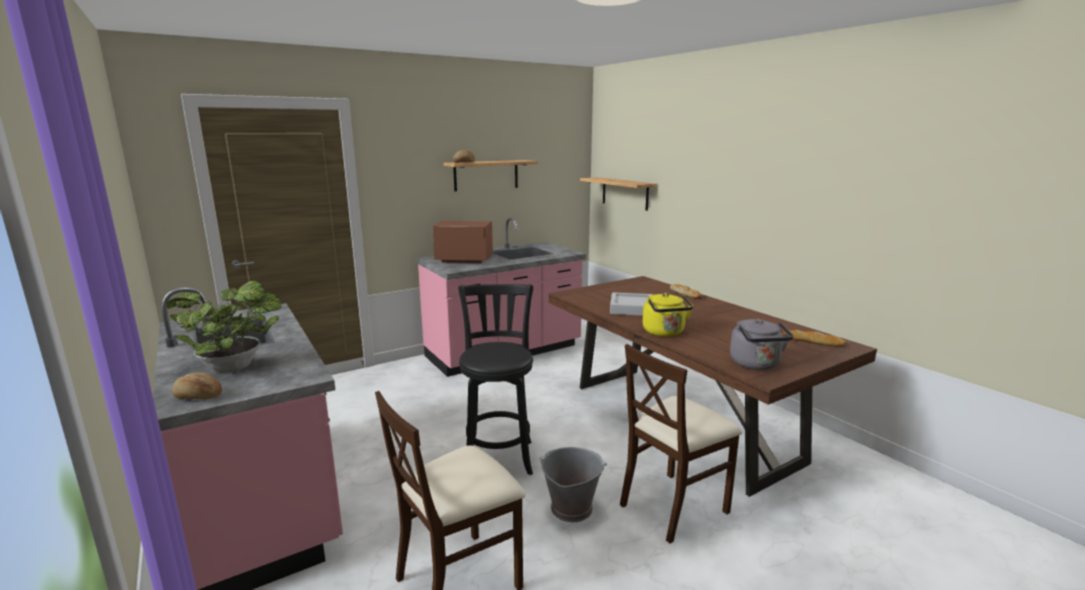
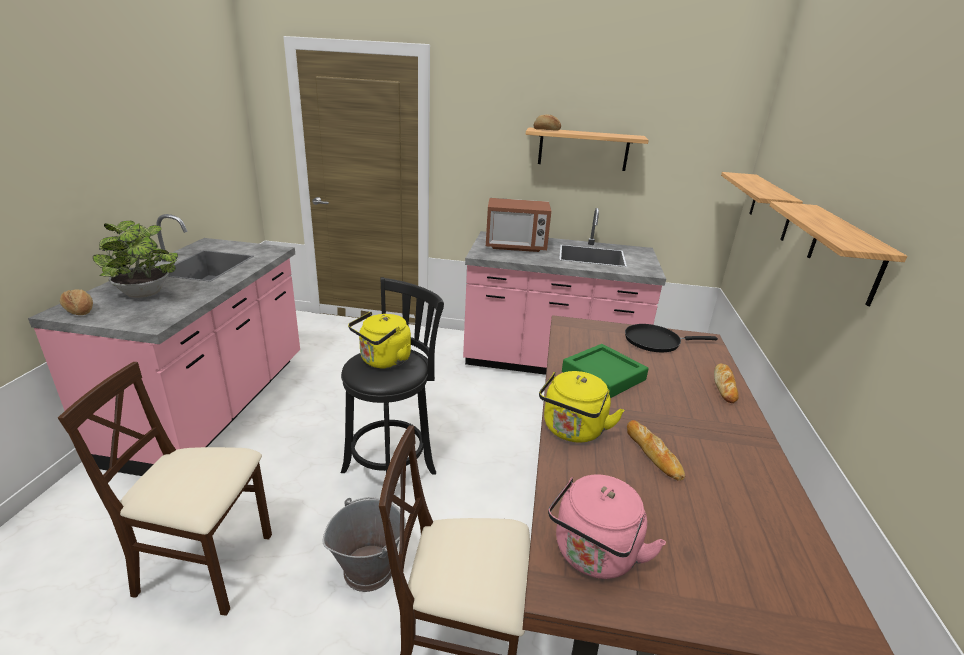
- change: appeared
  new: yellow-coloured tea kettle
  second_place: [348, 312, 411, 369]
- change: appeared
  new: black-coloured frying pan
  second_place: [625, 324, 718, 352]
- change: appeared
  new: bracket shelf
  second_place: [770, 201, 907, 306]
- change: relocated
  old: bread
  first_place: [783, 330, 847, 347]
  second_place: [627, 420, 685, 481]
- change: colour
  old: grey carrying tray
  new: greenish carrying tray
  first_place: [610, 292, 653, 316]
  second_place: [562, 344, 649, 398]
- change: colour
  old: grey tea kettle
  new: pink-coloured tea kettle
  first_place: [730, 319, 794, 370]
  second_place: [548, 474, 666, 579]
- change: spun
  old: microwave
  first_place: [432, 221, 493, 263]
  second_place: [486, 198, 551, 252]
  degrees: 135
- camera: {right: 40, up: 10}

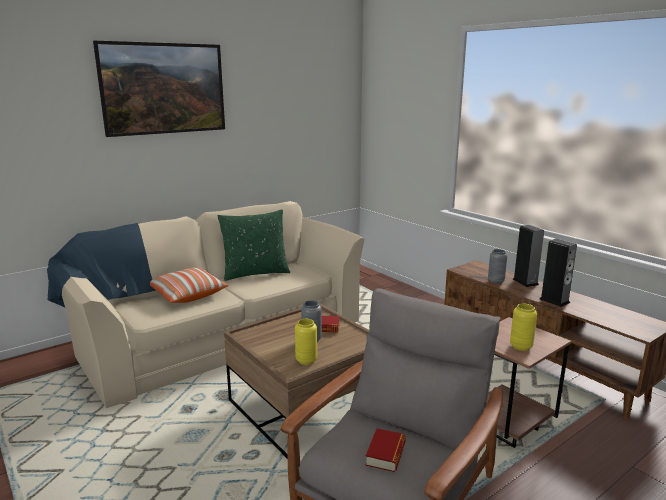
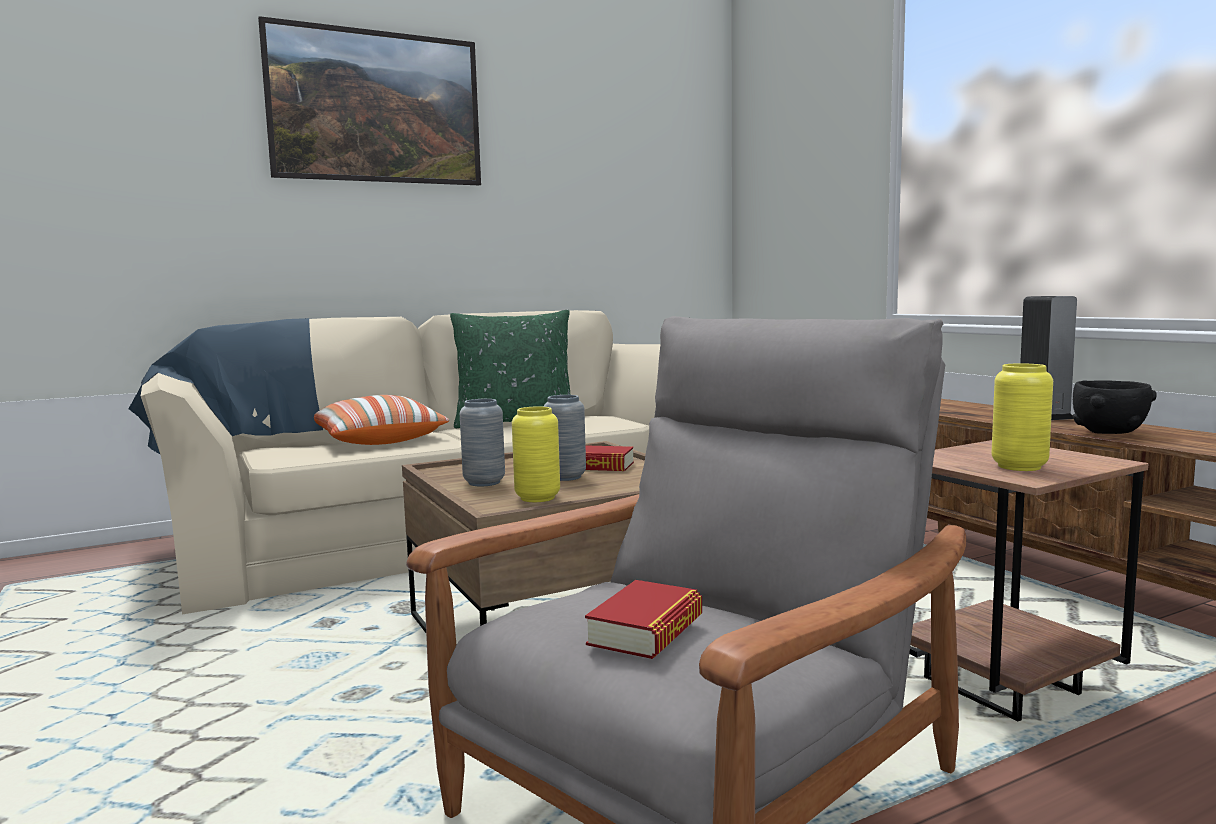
- change: relocated
  old: grey flower vase
  first_place: [488, 249, 507, 284]
  second_place: [460, 399, 505, 486]
- change: exchanged
  old: loudspeaker
  new: black-coloured bowl
  first_place: [540, 239, 577, 307]
  second_place: [1072, 380, 1157, 434]
- camera: {right: 10, up: -10}

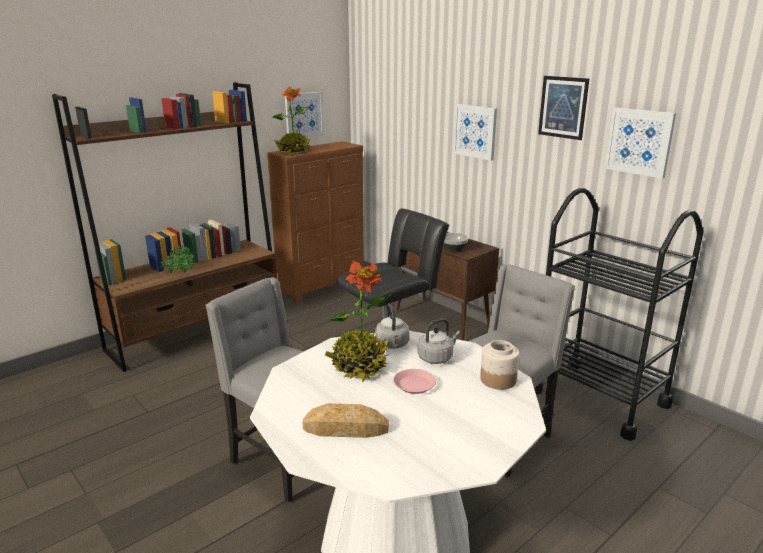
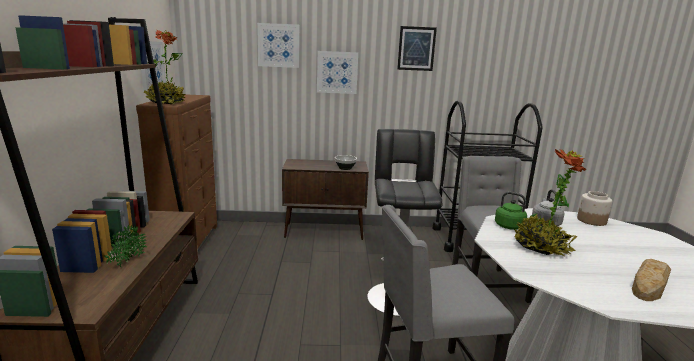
- change: missing
  old: pink-coloured dinner plate
  first_place: [393, 369, 436, 394]
- change: relocated
  old: wall picture
  first_place: [604, 107, 676, 179]
  second_place: [257, 23, 299, 68]
- change: colour
  old: grey tea kettle
  new: greenish tea kettle
  first_place: [376, 304, 410, 349]
  second_place: [495, 192, 537, 230]
- camera: {right: -50, up: -5}

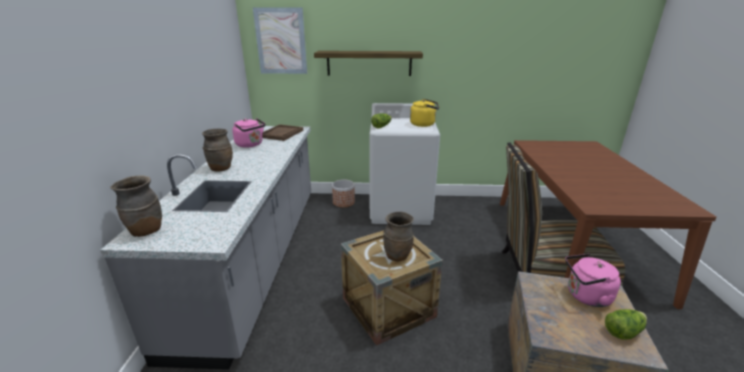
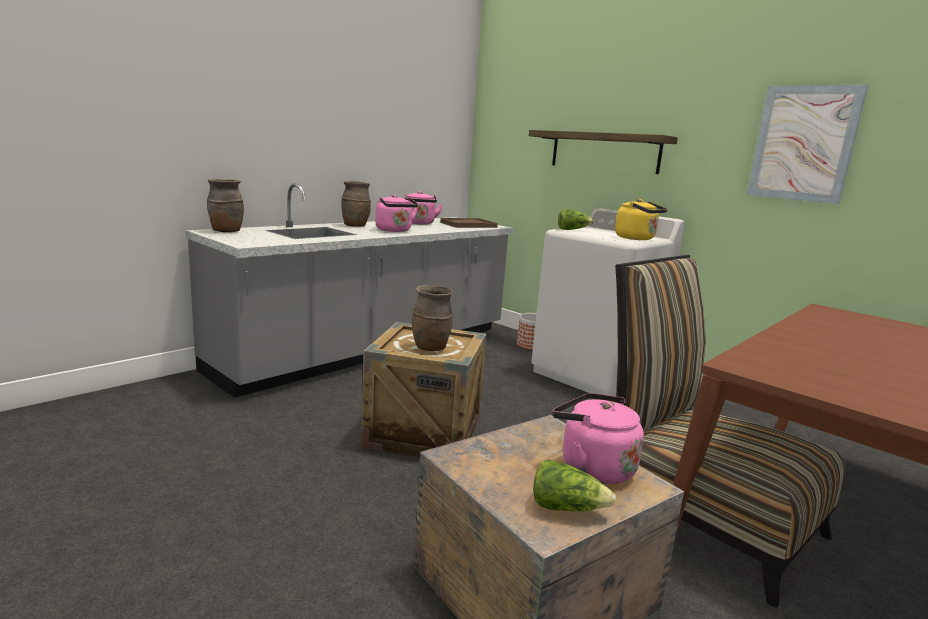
- change: appeared
  new: pink-coloured tea kettle
  second_place: [375, 194, 418, 232]
- change: relocated
  old: wall picture
  first_place: [253, 7, 307, 74]
  second_place: [747, 84, 868, 204]
- camera: {right: 40, up: -10}

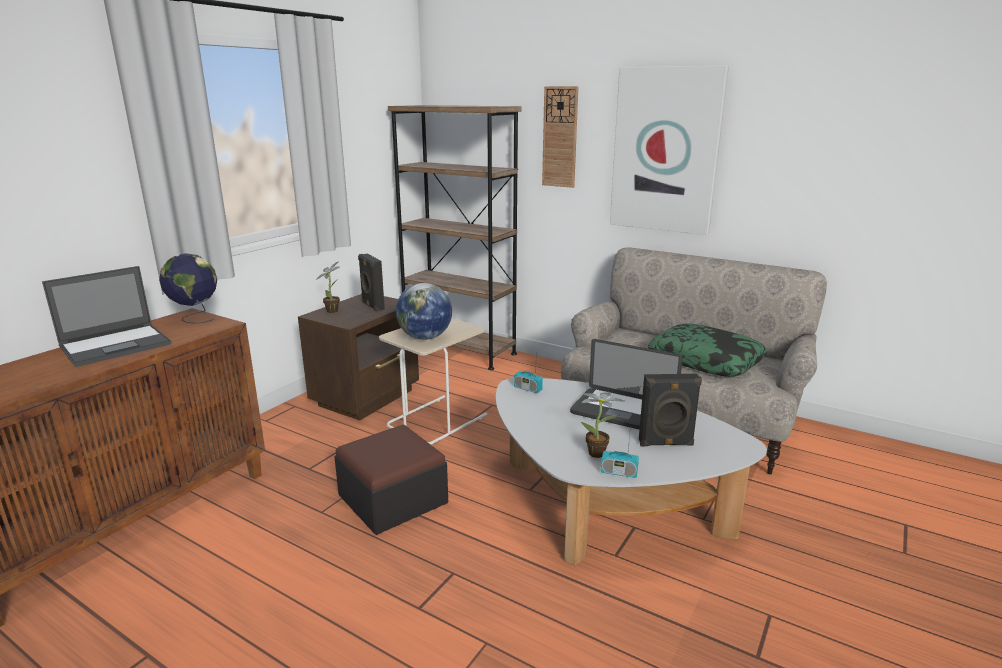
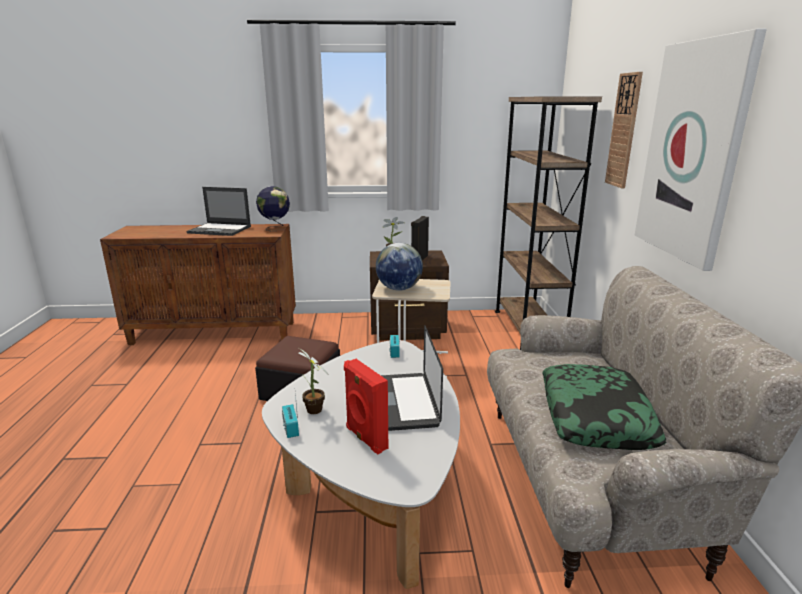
- change: colour
  old: black-coloured loudspeaker
  new: red loudspeaker
  first_place: [639, 374, 702, 446]
  second_place: [344, 359, 388, 454]
- camera: {right: 55, up: 0}

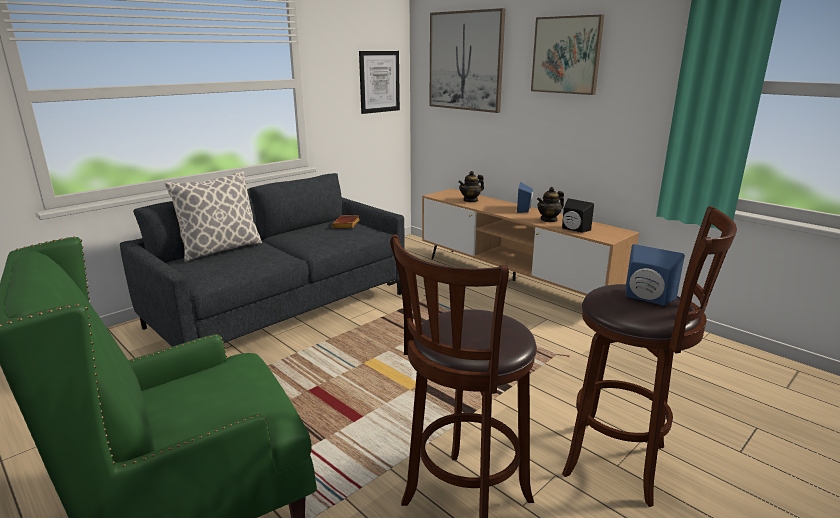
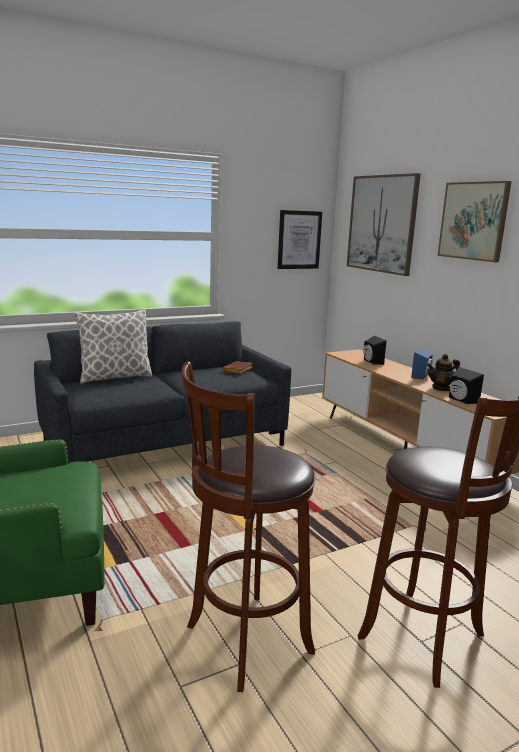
- change: missing
  old: blue-coloured loudspeaker
  first_place: [626, 244, 685, 306]
- change: exchanged
  old: pot for tea
  new: black-coloured loudspeaker
  first_place: [458, 171, 484, 203]
  second_place: [363, 336, 386, 365]
- camera: {right: 15, up: -5}

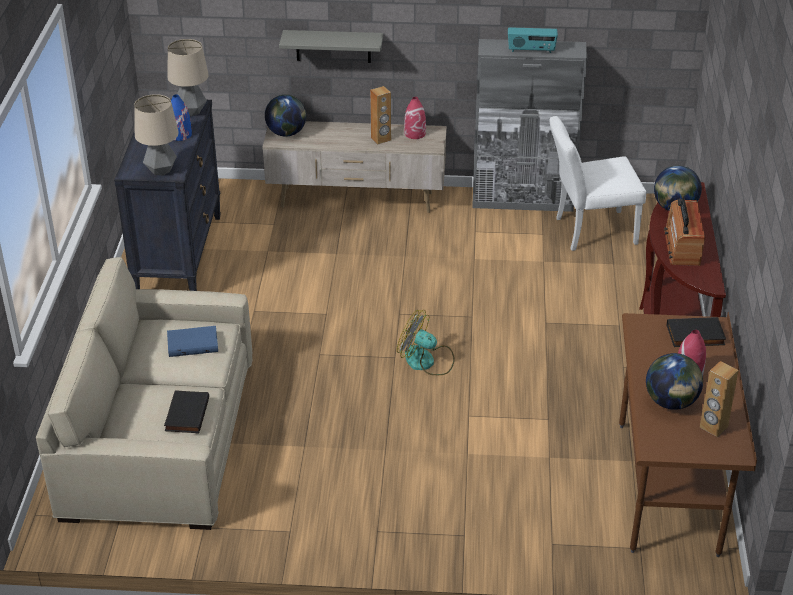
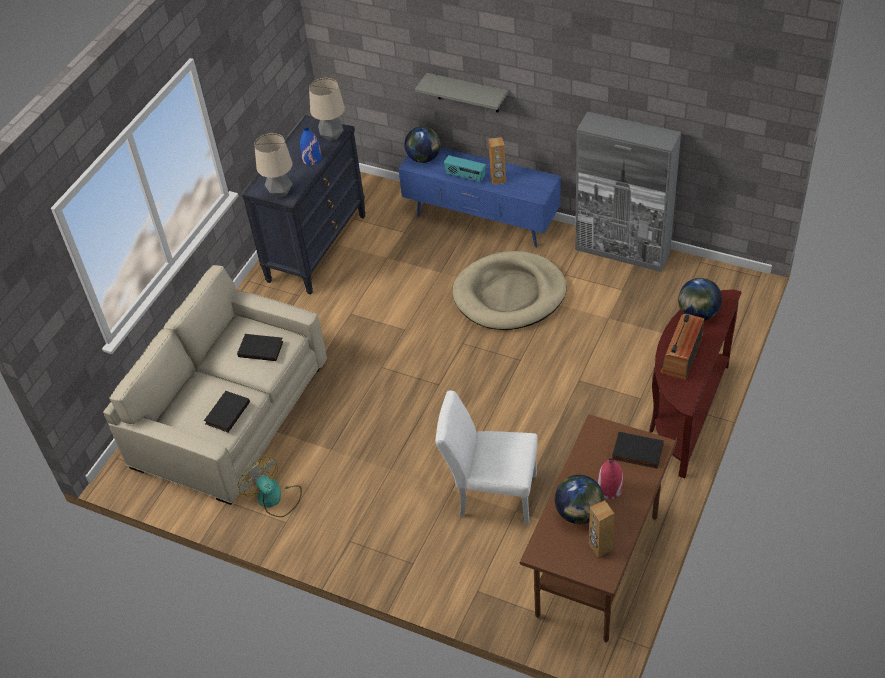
- change: missing
  old: red flower vase
  first_place: [404, 97, 426, 139]
- change: appeared
  new: beige-coloured pet bed
  second_place: [453, 251, 567, 330]
- change: relocated
  old: fan
  first_place: [397, 310, 455, 375]
  second_place: [238, 457, 302, 517]
- change: relocated
  old: radio receiver
  first_place: [508, 27, 558, 53]
  second_place: [444, 155, 486, 183]
- change: relocated
  old: whitish upright chair
  first_place: [550, 116, 646, 251]
  second_place: [435, 391, 538, 525]
- change: colour
  old: blue-coloured volume
  new: black-coloured volume
  first_place: [167, 326, 218, 357]
  second_place: [237, 334, 283, 361]
- change: colour
  old: beige-coloured tv unit
  new: blue-coloured tv unit
  first_place: [262, 121, 447, 213]
  second_place: [398, 147, 561, 247]
- camera: {right: 25, up: 10}

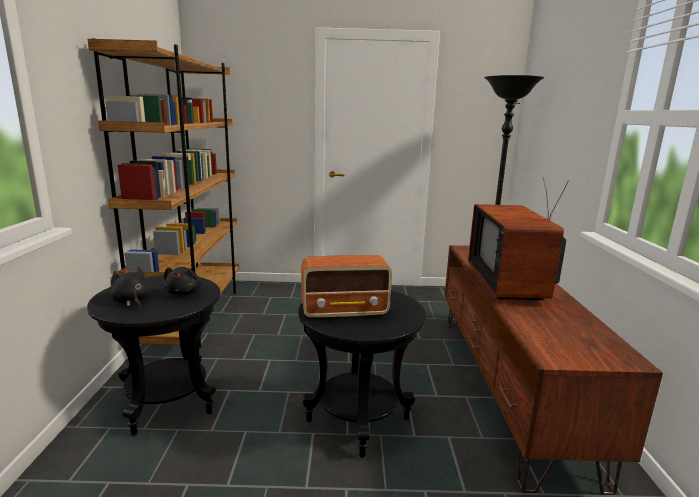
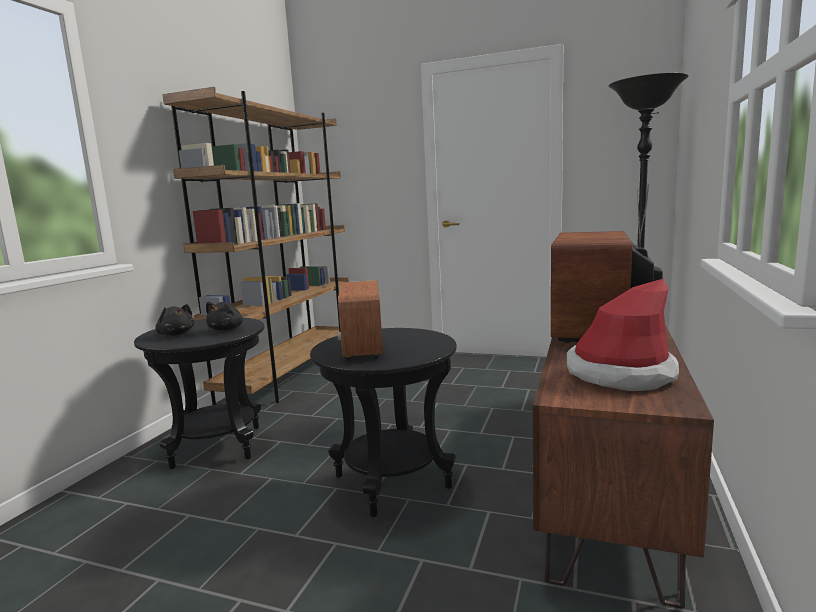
- change: appeared
  new: clothing hat
  second_place: [567, 278, 679, 391]
- change: spun
  old: black-coloured soft toy
  first_place: [111, 267, 151, 309]
  second_place: [155, 304, 194, 336]
  degrees: 150
- change: spun
  old: radio receiver
  first_place: [301, 255, 392, 319]
  second_place: [338, 280, 383, 360]
  degrees: 75
- camera: {right: 20, up: -5}

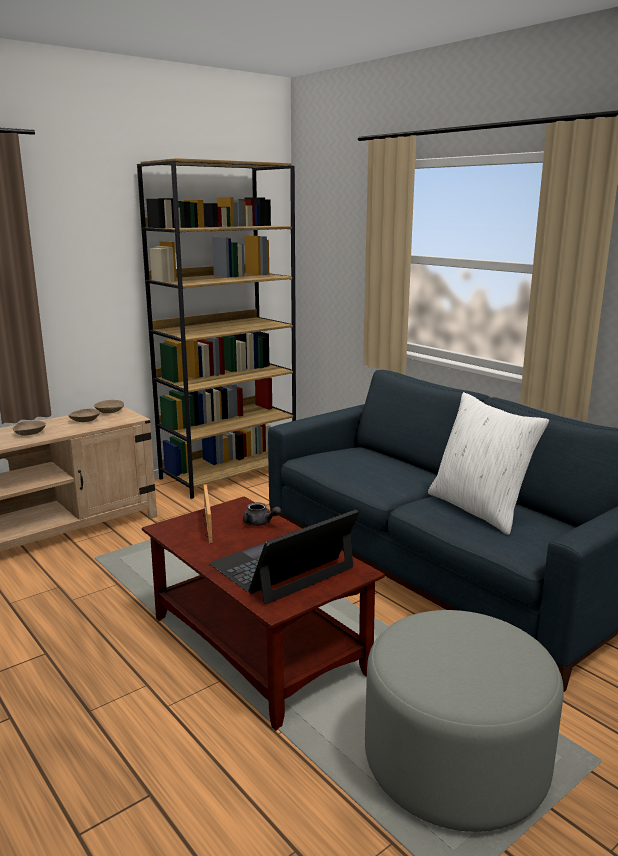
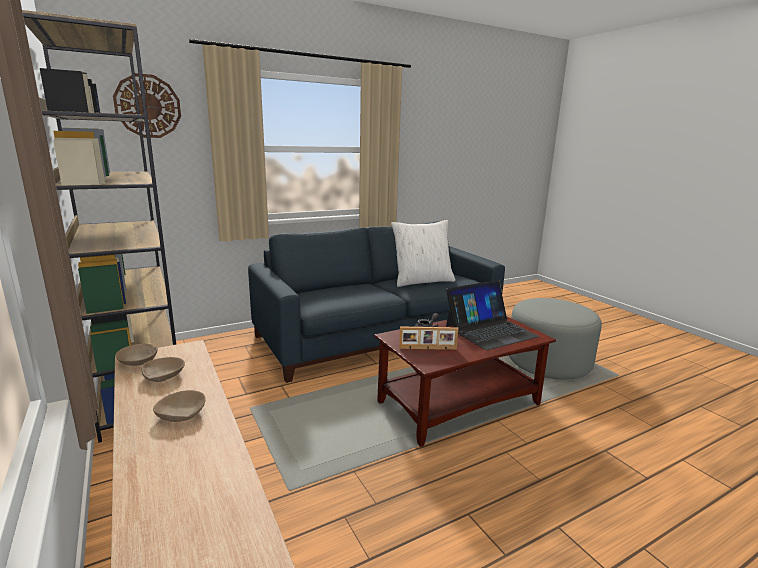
- change: appeared
  new: wall clock
  second_place: [113, 73, 181, 138]
- change: spun
  old: notebook computer
  first_place: [209, 510, 359, 605]
  second_place: [446, 280, 539, 350]
  degrees: -90
- camera: {right: -80, up: 0}

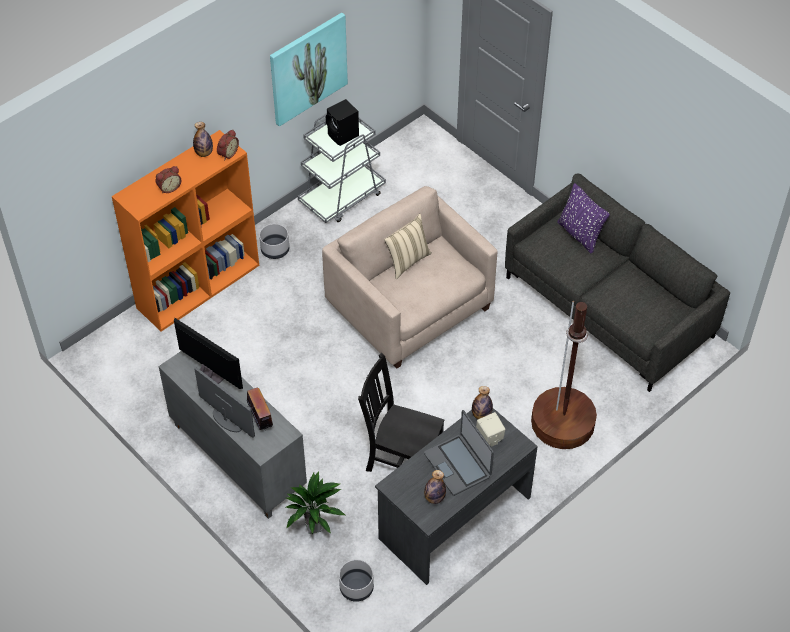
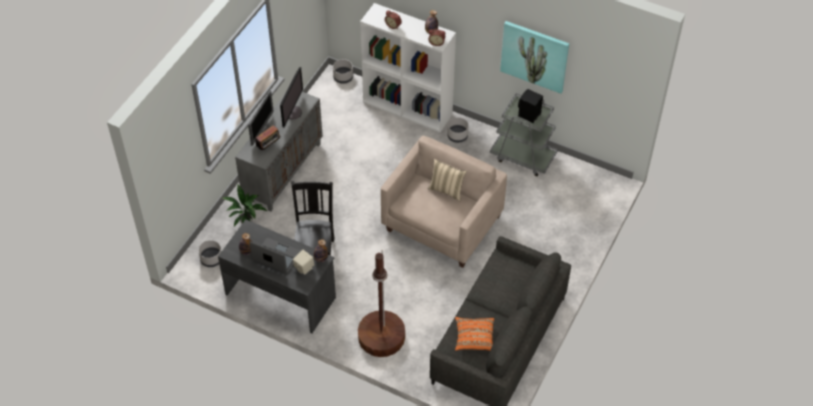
- change: missing
  old: purple throw pillow
  first_place: [557, 183, 610, 254]
- change: appeared
  new: grey planter
  second_place: [333, 59, 353, 84]
- change: appeared
  new: orange-coloured throw pillow
  second_place: [455, 317, 494, 351]
- change: colour
  old: orange-coloured bookcase
  new: whitish bookcase
  first_place: [112, 130, 259, 332]
  second_place: [360, 3, 456, 132]
- change: spun
  old: notebook computer
  first_place: [424, 410, 494, 496]
  second_place: [249, 238, 300, 273]
  degrees: 75
- camera: {right: 70, up: 0}

